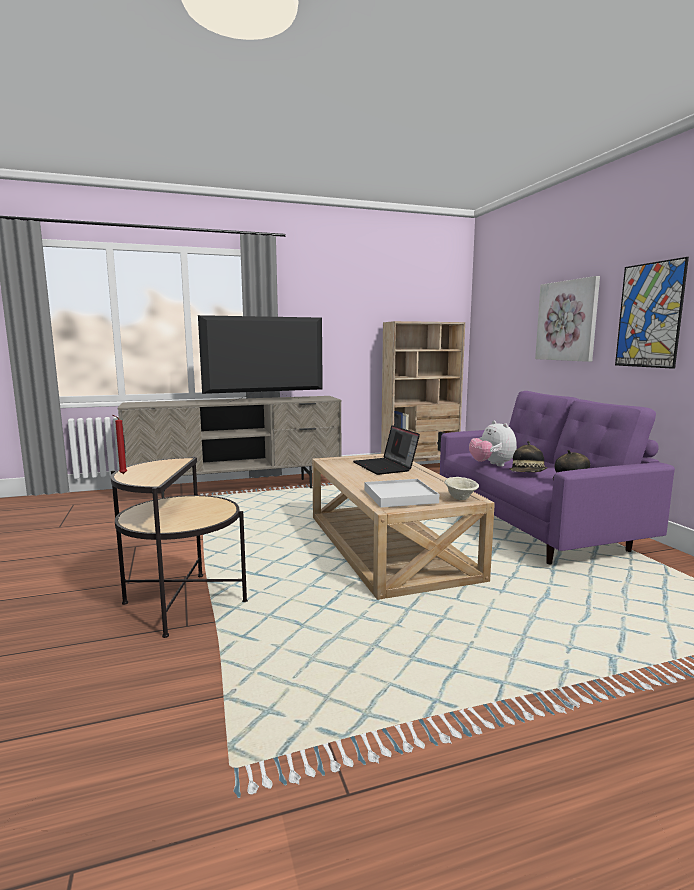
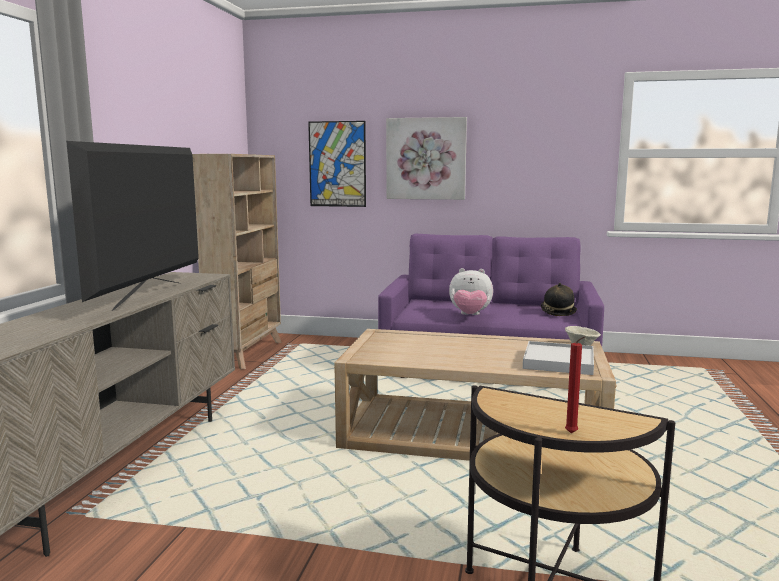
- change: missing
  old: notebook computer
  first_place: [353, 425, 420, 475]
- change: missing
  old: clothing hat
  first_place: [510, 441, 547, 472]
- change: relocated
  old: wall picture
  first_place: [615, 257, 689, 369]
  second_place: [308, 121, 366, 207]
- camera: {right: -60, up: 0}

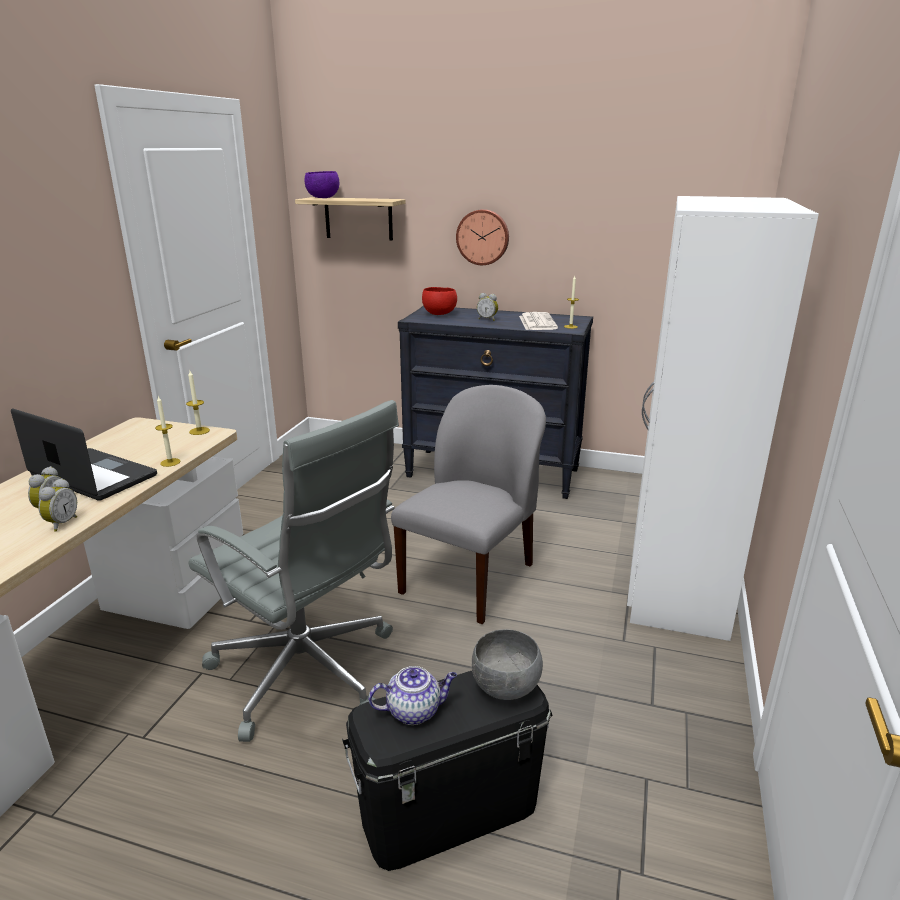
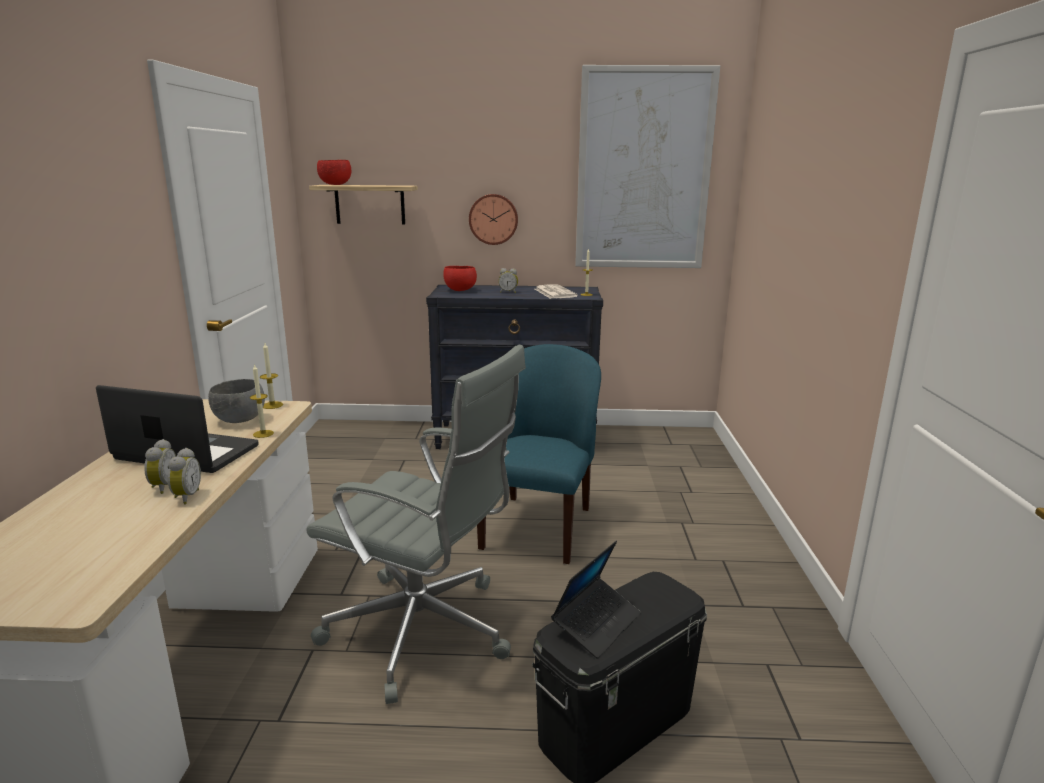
- change: missing
  old: whitish wardrobe
  first_place: [627, 196, 819, 641]
- change: appeared
  new: wall picture
  second_place: [575, 65, 720, 268]
- change: relocated
  old: grey bowl
  first_place: [472, 629, 543, 700]
  second_place: [208, 379, 265, 423]
- change: exchanged
  old: pot for tea
  new: notebook computer
  first_place: [368, 666, 457, 725]
  second_place: [551, 541, 641, 659]
- change: colour
  old: purple bowl
  new: red bowl
  first_place: [305, 171, 339, 198]
  second_place: [317, 160, 351, 185]
- change: colour
  old: grey upright chair
  new: blue-coloured upright chair
  first_place: [391, 385, 546, 624]
  second_place: [477, 344, 601, 564]
- camera: {right: -15, up: -5}

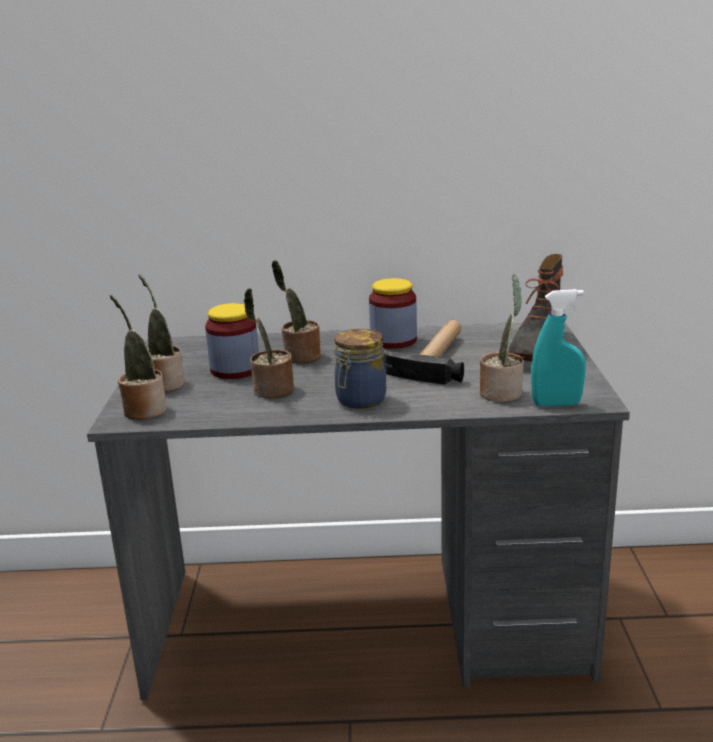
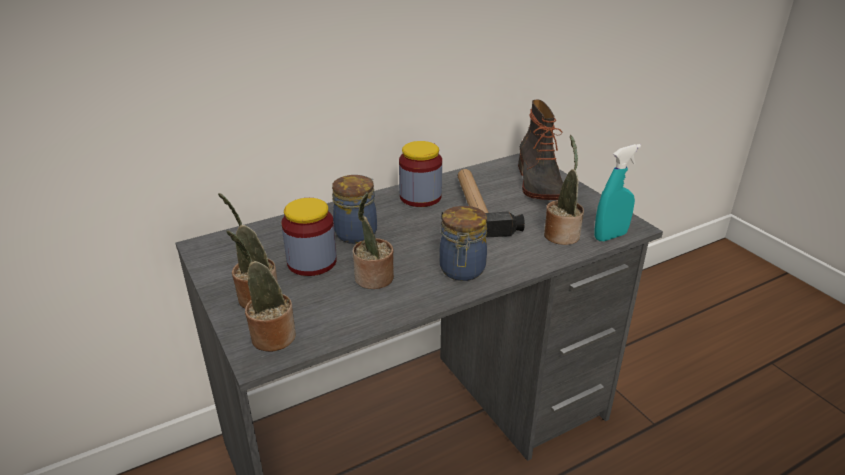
- change: exchanged
  old: houseplant
  new: jar
  first_place: [272, 260, 321, 363]
  second_place: [332, 175, 377, 244]
- camera: {right: -30, up: 10}

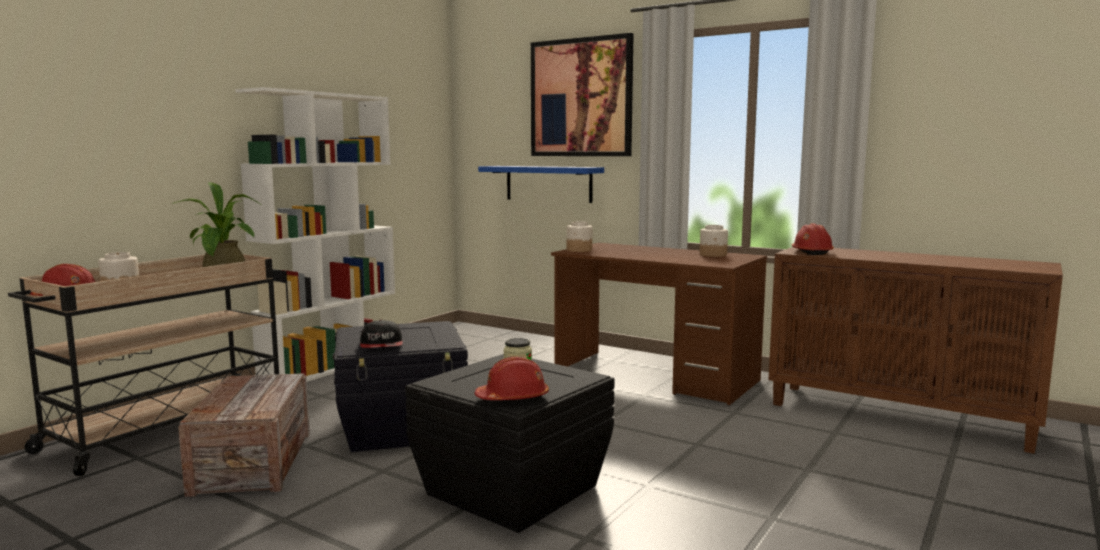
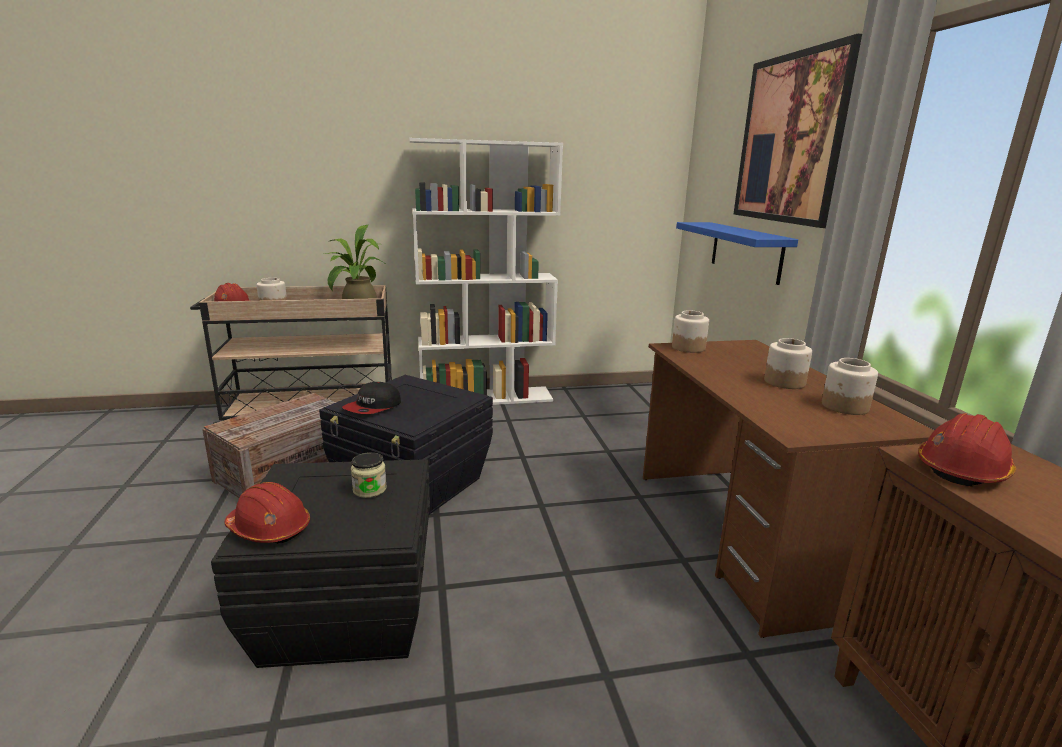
- change: appeared
  new: jar
  second_place: [764, 338, 812, 389]
- camera: {right: 45, up: 10}

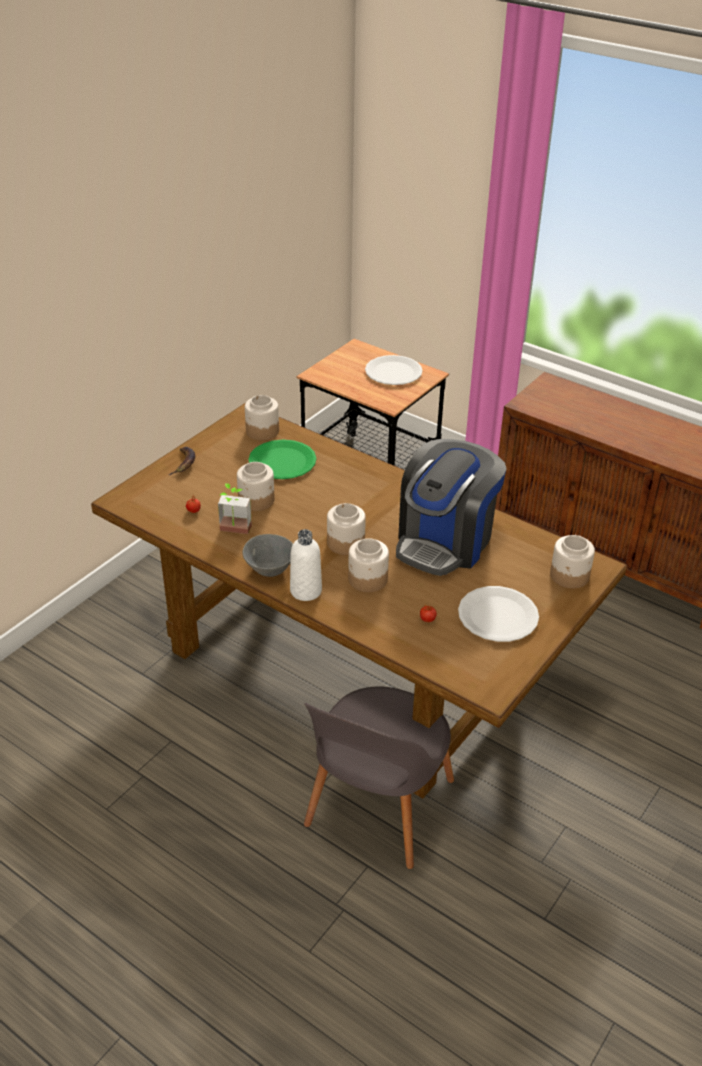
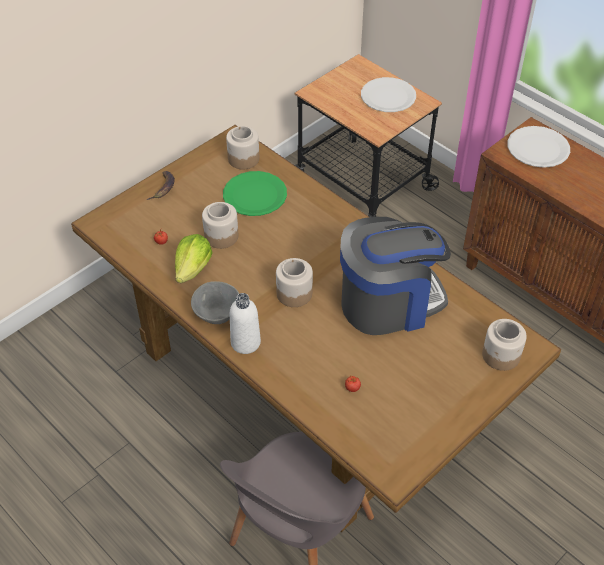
- change: missing
  old: jar
  first_place: [348, 538, 389, 592]
- change: relocated
  old: whitish dinner plate
  first_place: [458, 586, 539, 642]
  second_place: [508, 126, 570, 168]
- change: exchanged
  old: houseplant
  new: lettuce head
  first_place: [218, 483, 252, 534]
  second_place: [175, 234, 213, 283]
- change: spun
  old: coffee machine
  first_place: [396, 439, 507, 576]
  second_place: [340, 217, 451, 335]
  degrees: -150
- camera: {right: 10, up: 10}

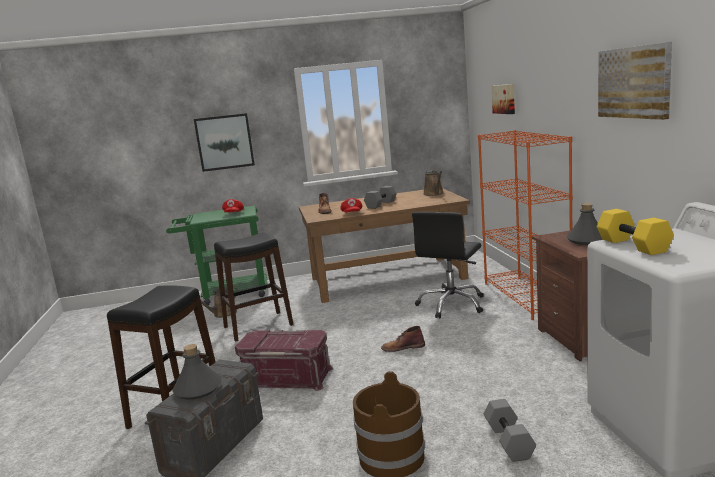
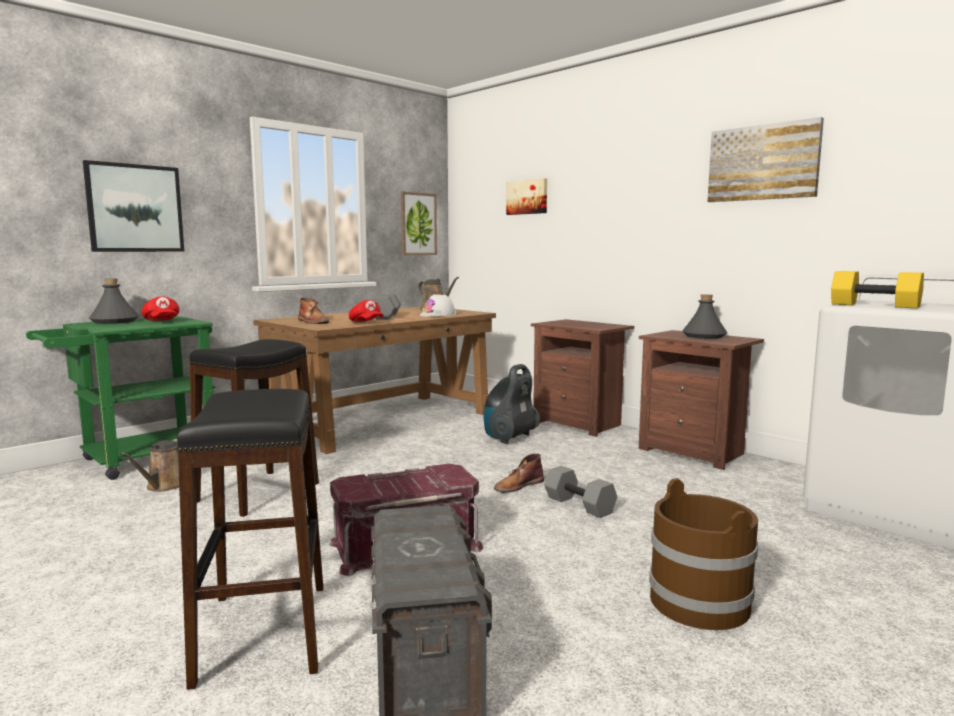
- change: appeared
  new: wall picture
  second_place: [401, 192, 437, 255]
- change: appeared
  new: whitish work helmet
  second_place: [420, 294, 456, 317]
- change: relocated
  old: grey bottle
  first_place: [173, 344, 222, 400]
  second_place: [89, 278, 139, 324]
- change: relocated
  old: grey hand weight
  first_place: [484, 399, 536, 462]
  second_place: [544, 466, 617, 518]
- change: exchanged
  old: black-coloured computer chair
  new: vacuum
  first_place: [412, 212, 484, 318]
  second_place: [484, 364, 540, 444]
- change: exchanged
  old: orange-coloured bookcase
  new: brownish bedside table
  first_place: [478, 130, 573, 320]
  second_place: [531, 319, 634, 437]
- camera: {right: -35, up: -5}

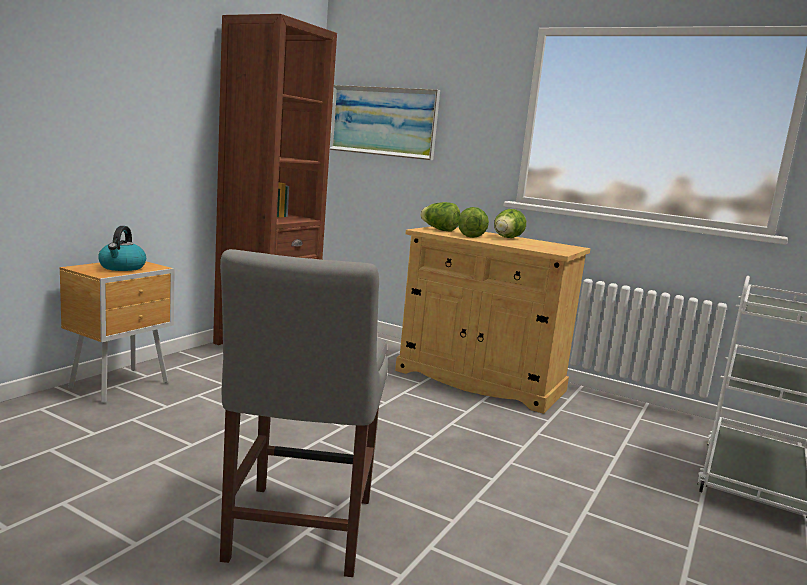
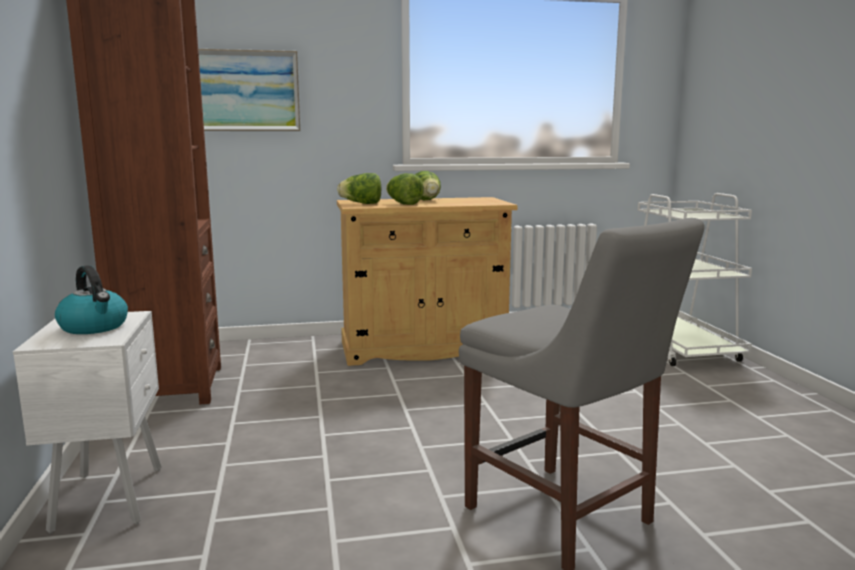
- change: colour
  old: brownish bedside table
  new: whitish bedside table
  first_place: [60, 262, 175, 404]
  second_place: [13, 311, 162, 534]
- camera: {right: -40, up: 0}

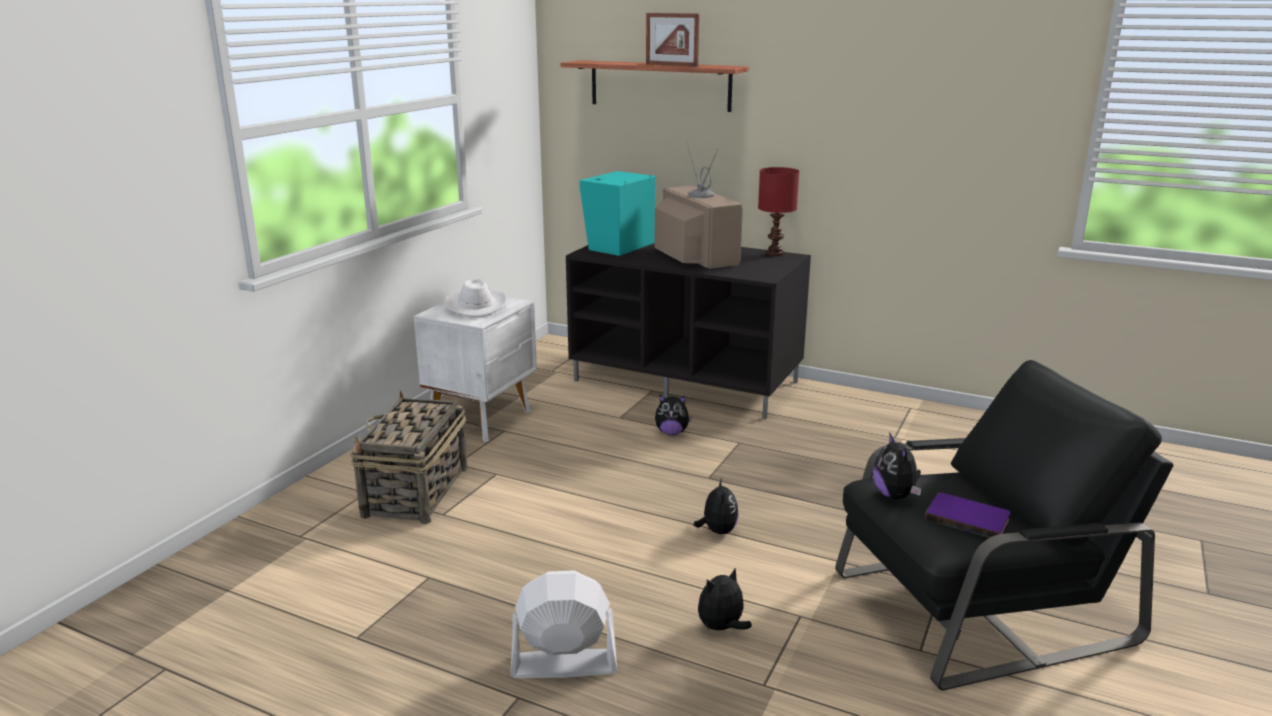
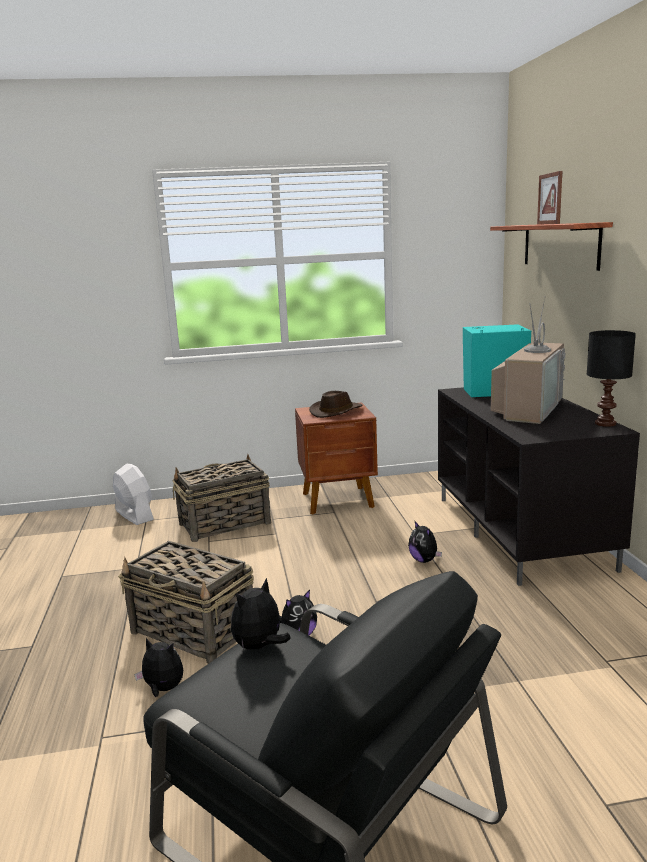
- change: missing
  old: purple volume
  first_place: [924, 493, 1011, 538]
- change: appeared
  new: basket
  second_place: [118, 541, 254, 664]
- change: relocated
  old: whitish fan
  first_place: [510, 571, 617, 678]
  second_place: [113, 463, 154, 525]
- change: colour
  old: whitish bedside table
  new: brownish bedside table
  first_place: [414, 297, 537, 442]
  second_place: [295, 402, 378, 514]
- change: colour
  old: whitish clothing hat
  new: brownish clothing hat
  first_place: [444, 279, 507, 317]
  second_place: [309, 391, 363, 418]
- change: colour
  old: red tabletop lamp
  new: black-coloured tabletop lamp
  first_place: [758, 167, 799, 256]
  second_place: [587, 330, 636, 427]
- camera: {right: 55, up: -5}

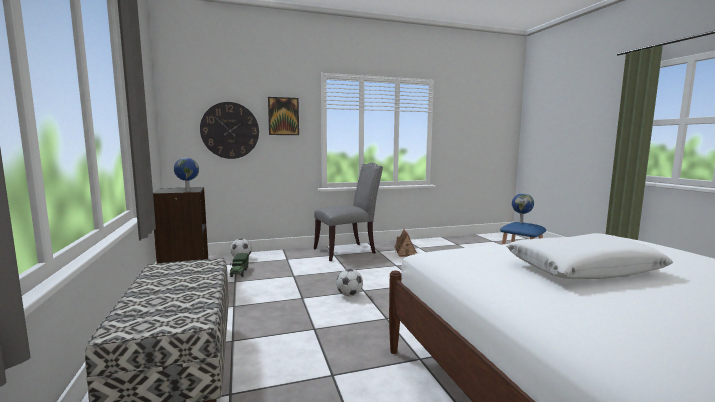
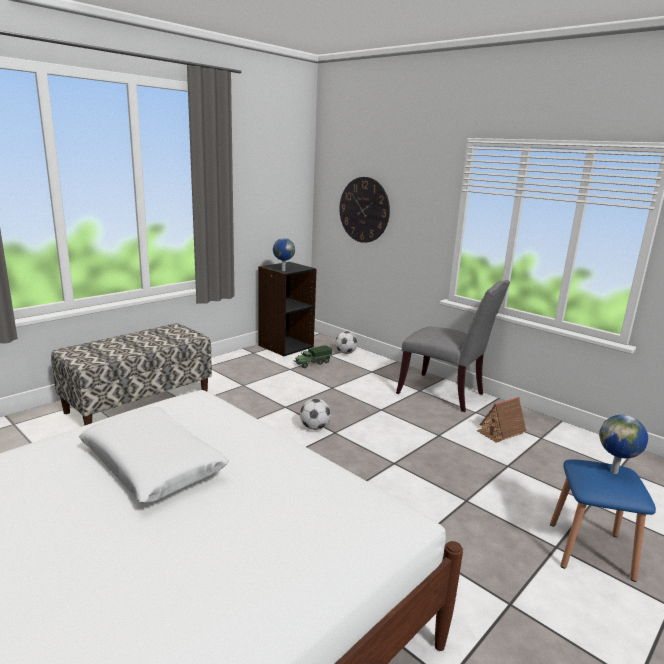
- change: missing
  old: wall picture
  first_place: [268, 97, 299, 135]
- camera: {right: 60, up: 10}

